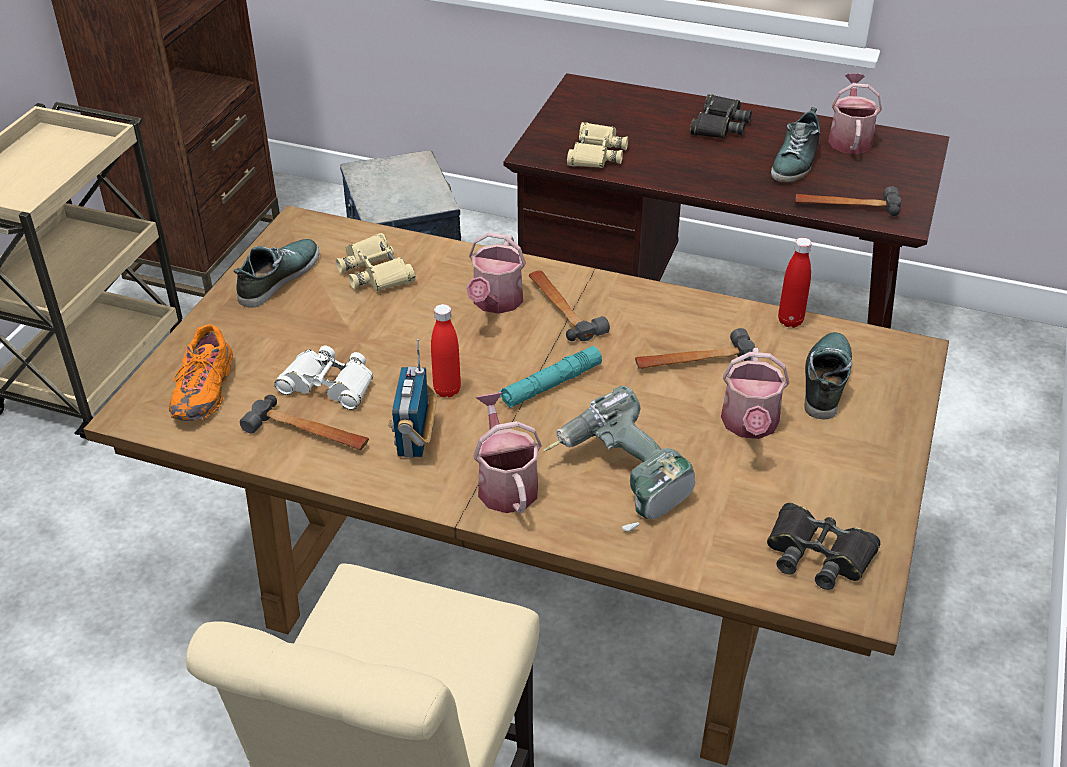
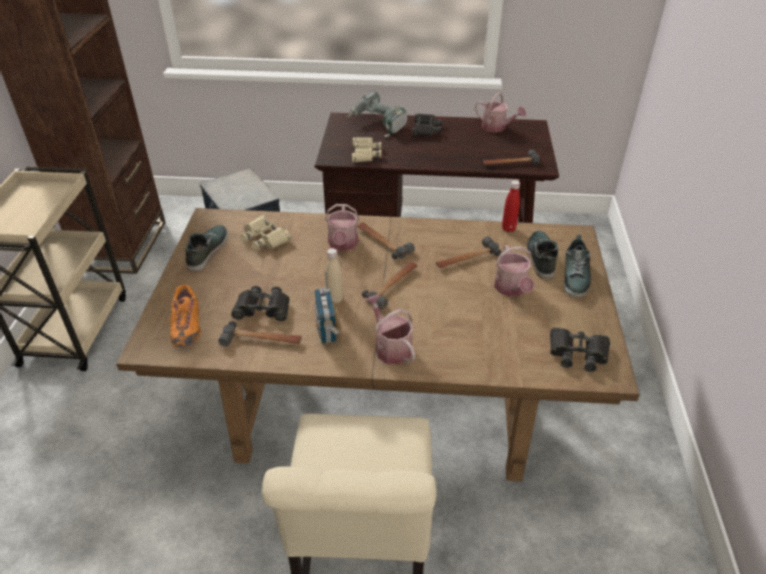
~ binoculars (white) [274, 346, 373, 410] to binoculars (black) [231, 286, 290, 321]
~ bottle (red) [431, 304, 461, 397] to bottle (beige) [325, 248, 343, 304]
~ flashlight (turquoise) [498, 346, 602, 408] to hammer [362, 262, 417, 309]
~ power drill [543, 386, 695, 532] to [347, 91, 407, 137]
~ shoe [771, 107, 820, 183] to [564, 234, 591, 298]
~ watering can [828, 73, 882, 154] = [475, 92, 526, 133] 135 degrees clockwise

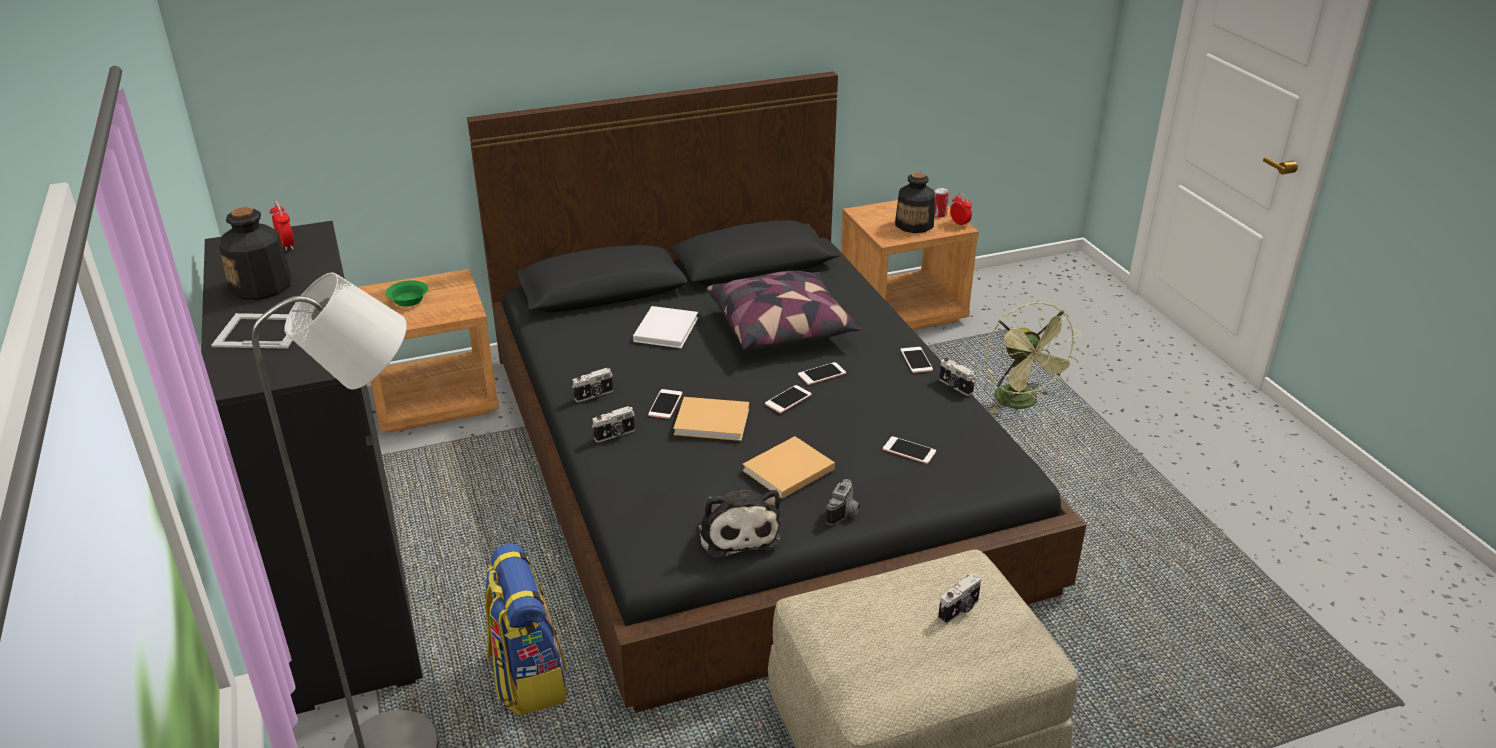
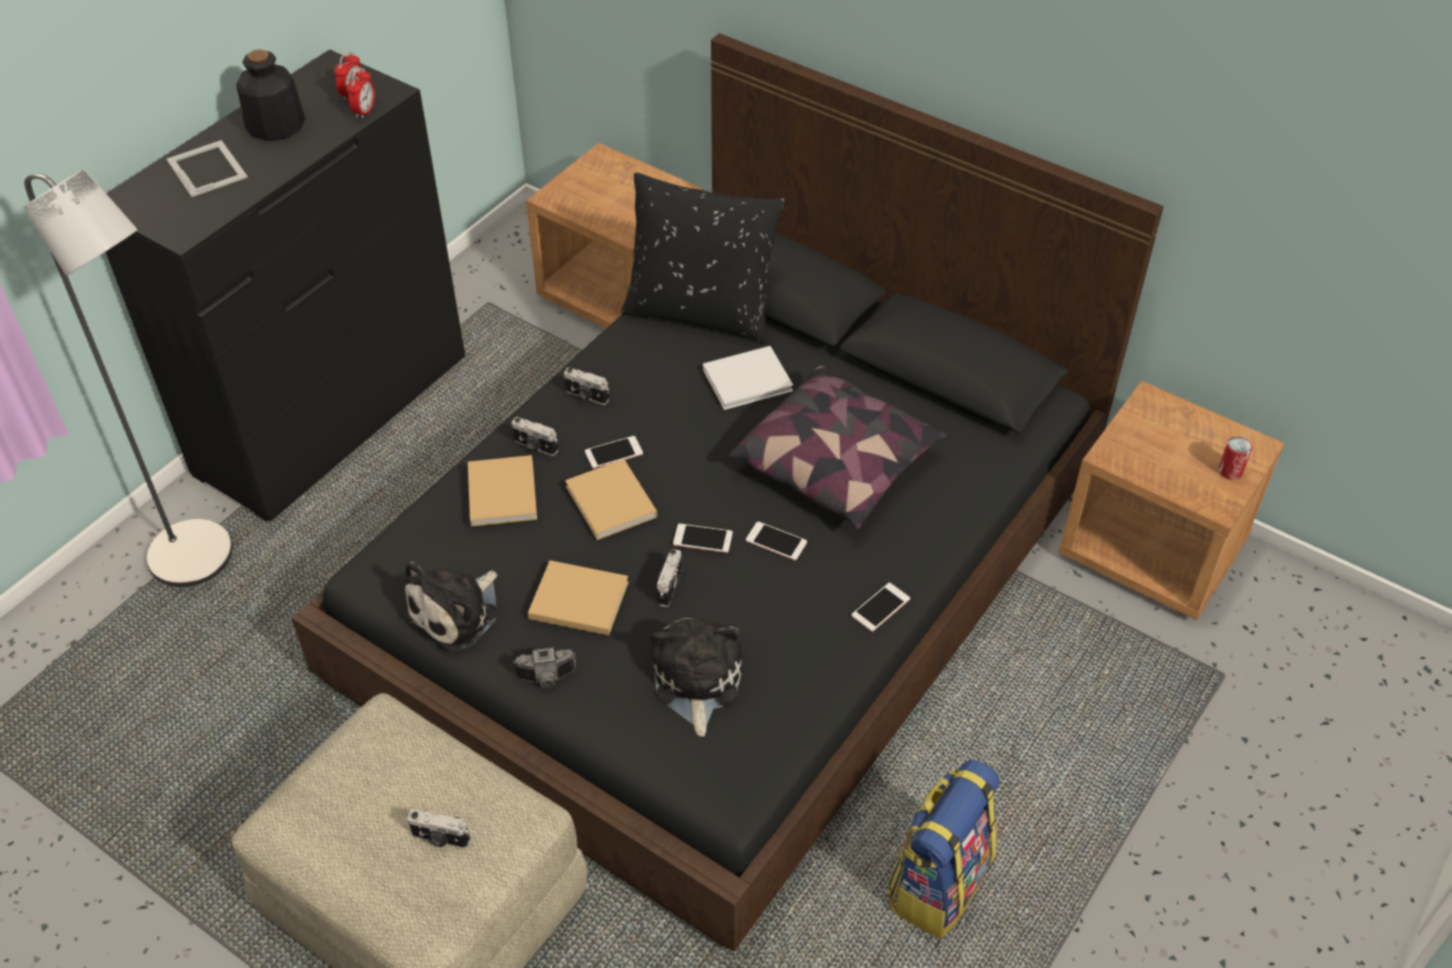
- bowl (green) [386, 280, 428, 307]
~ backpack [485, 543, 567, 716] to [888, 759, 999, 939]
~ phone [883, 436, 936, 464] to plush toy [651, 618, 742, 737]
- bottle [895, 172, 935, 233]
~ photo camera [939, 357, 975, 396] to [656, 549, 682, 607]
~ alarm clock [950, 193, 972, 227] to [347, 67, 375, 119]
- fan (green) [985, 302, 1081, 413]
+ book (beige) [468, 455, 537, 527]
+ pillow (black) [621, 173, 785, 344]

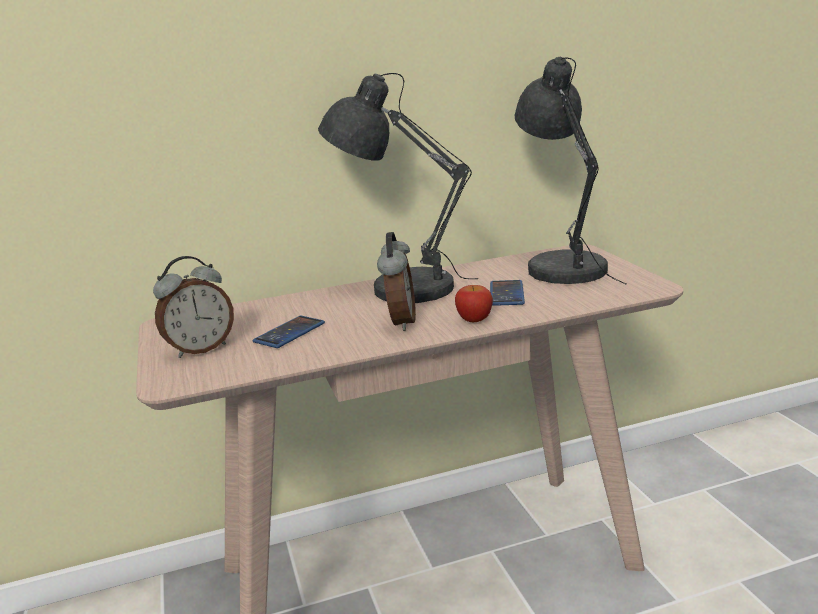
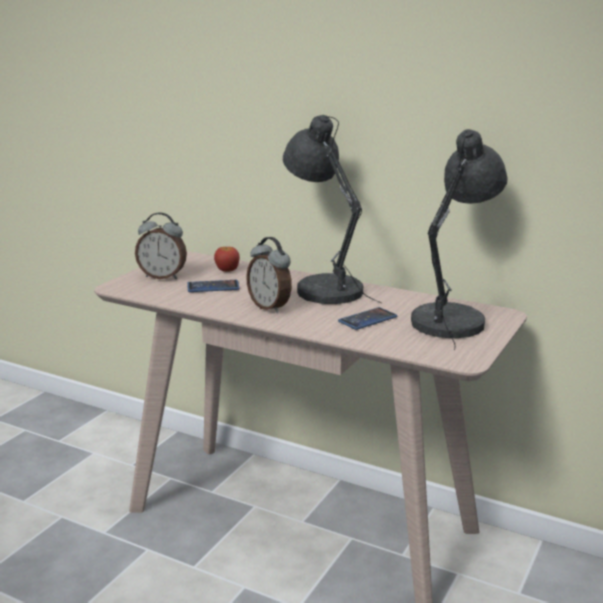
~ alarm clock [377, 232, 416, 331] = [246, 237, 292, 313] 90 degrees clockwise
~ apple [455, 285, 493, 322] to [214, 247, 240, 272]

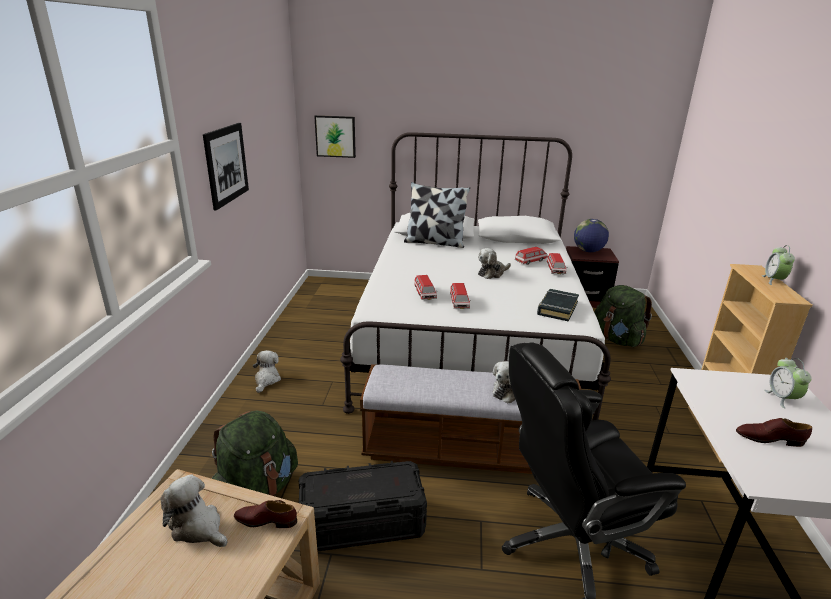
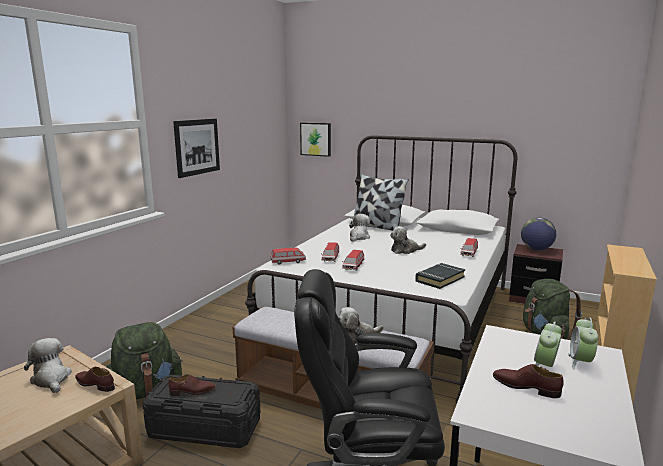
~ plush toy [253, 350, 281, 393] to [349, 214, 370, 242]
~ toy car [515, 247, 548, 265] to [271, 248, 306, 265]
~ alarm clock [762, 245, 795, 285] to [534, 321, 562, 367]
+ shoe (brown) [168, 374, 215, 396]

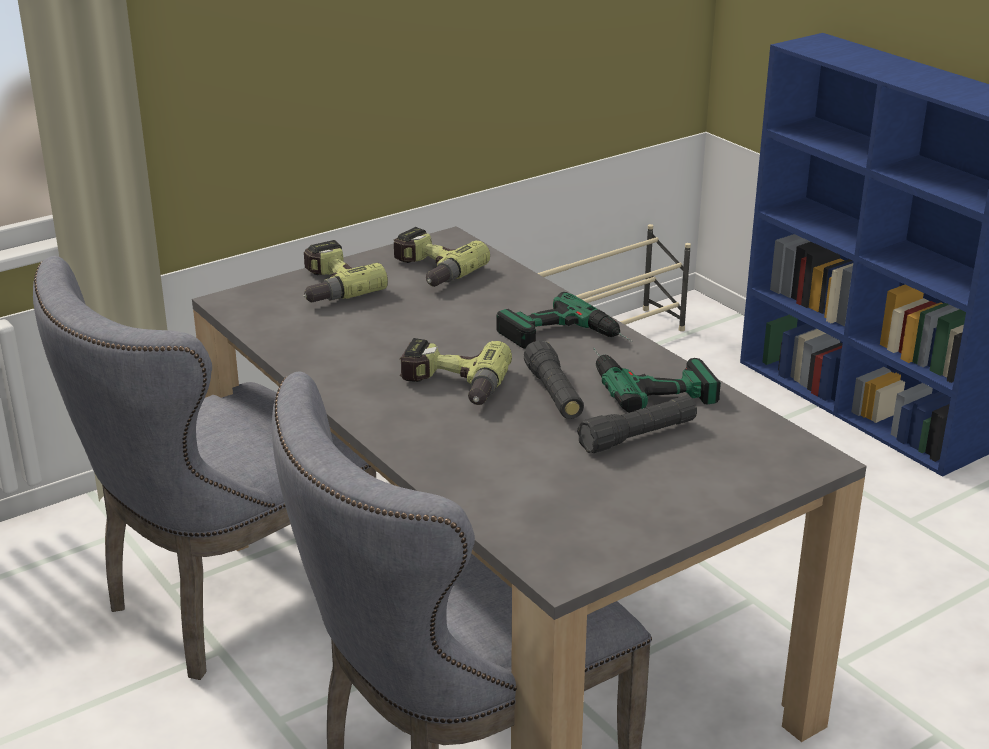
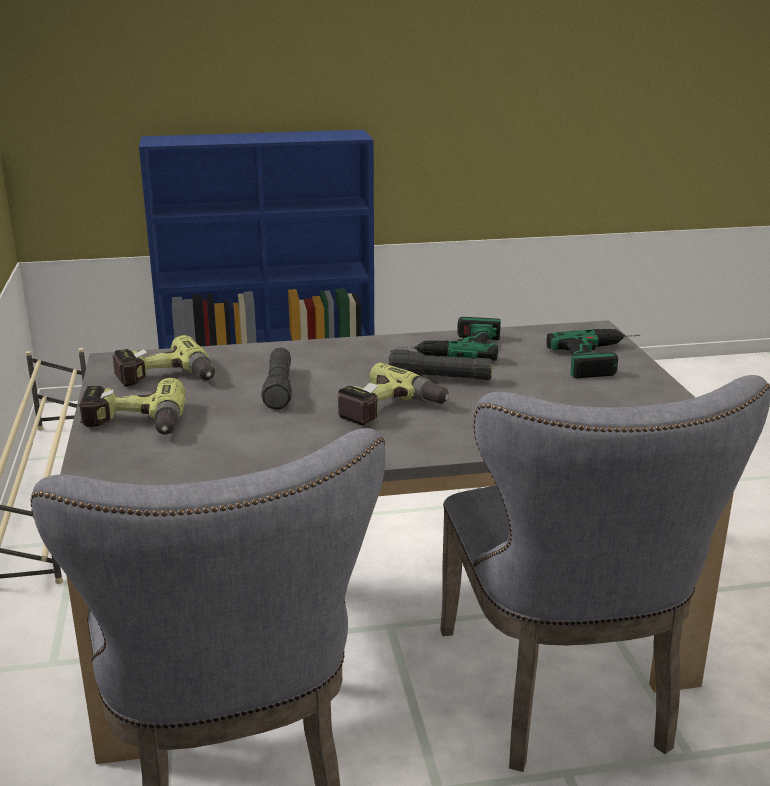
~ power drill [496, 292, 633, 349] to [547, 329, 641, 378]
~ flashlight (black) [577, 395, 697, 453] to [261, 347, 292, 409]

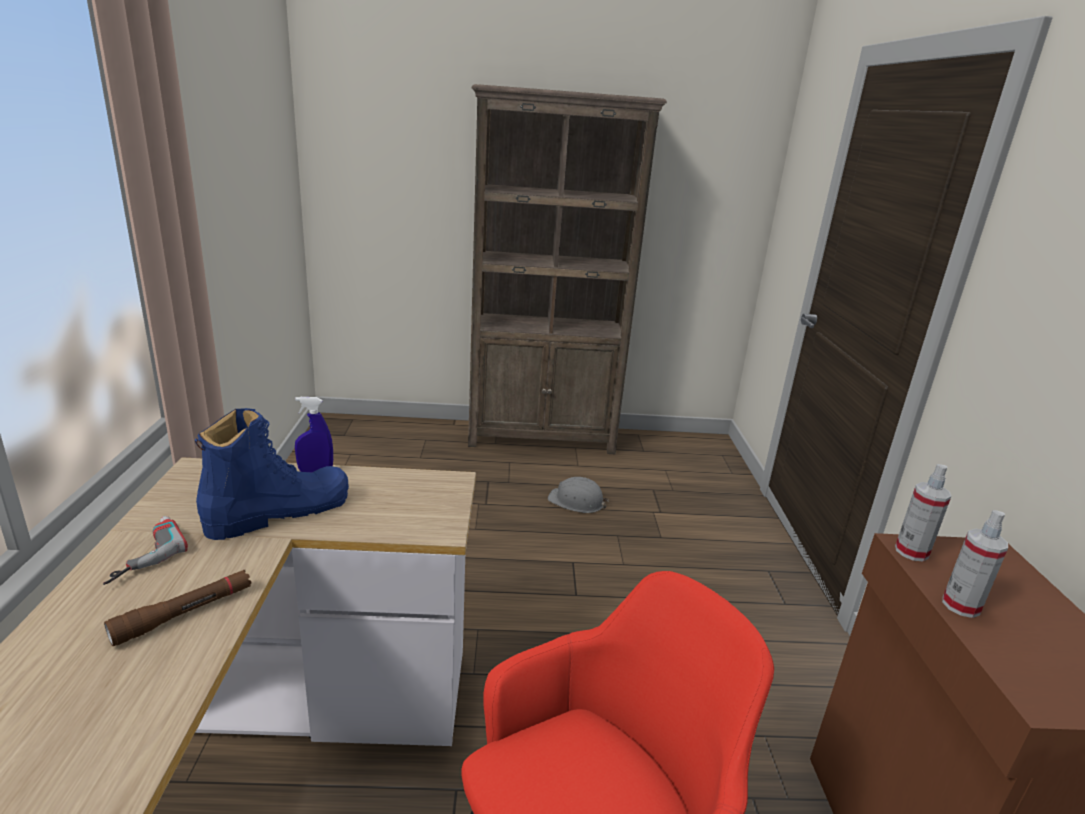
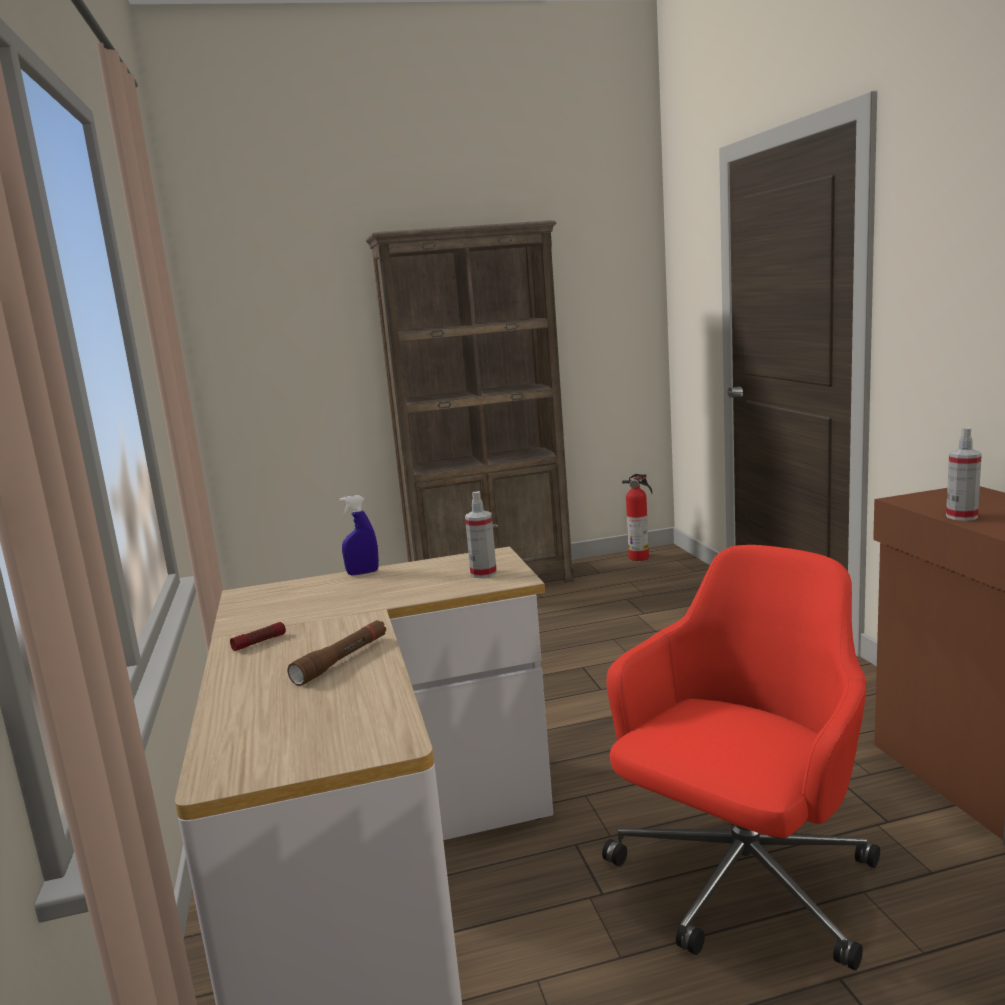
~ power drill [103, 516, 188, 585] to flashlight [230, 622, 286, 651]
- boot (blue) [194, 408, 349, 540]
- hard hat (grey) [548, 477, 609, 513]
~ spray bottle [895, 464, 951, 562] to [465, 491, 497, 578]
+ fire extinguisher [622, 474, 653, 561]

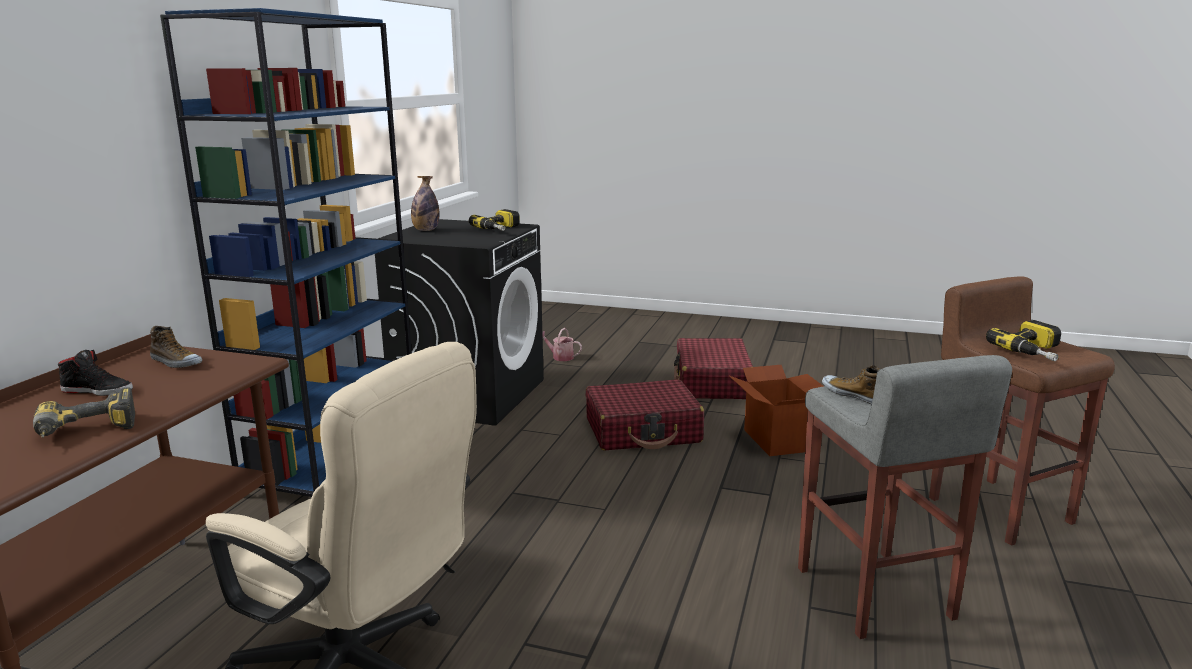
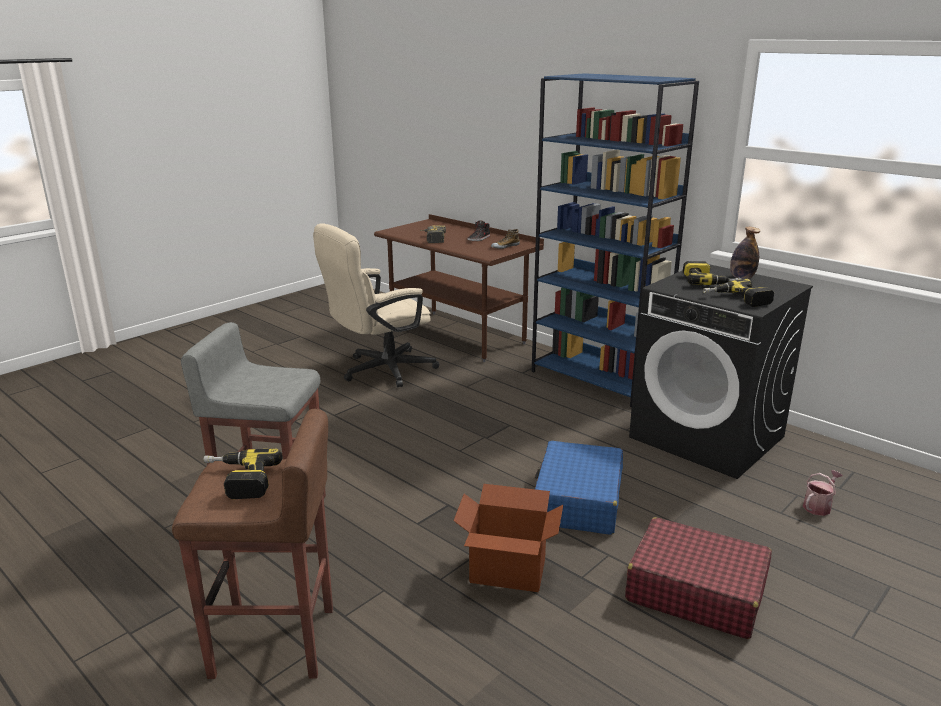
~ suitcase (red) [586, 380, 704, 451] to suitcase (blue) [535, 441, 623, 535]
- shoe [822, 365, 880, 405]
+ power drill [683, 261, 742, 285]

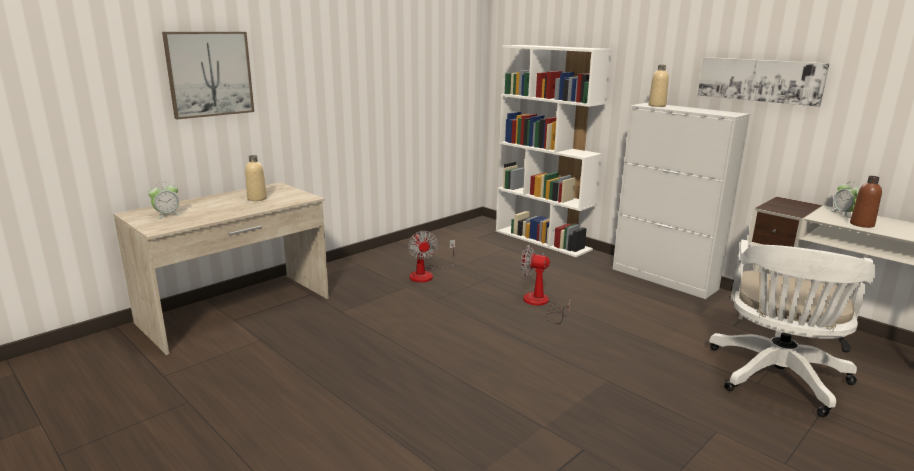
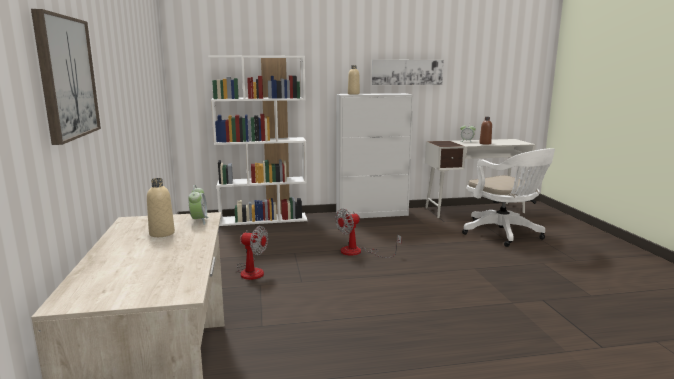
~ alarm clock [148, 182, 181, 219] to [188, 185, 208, 225]

